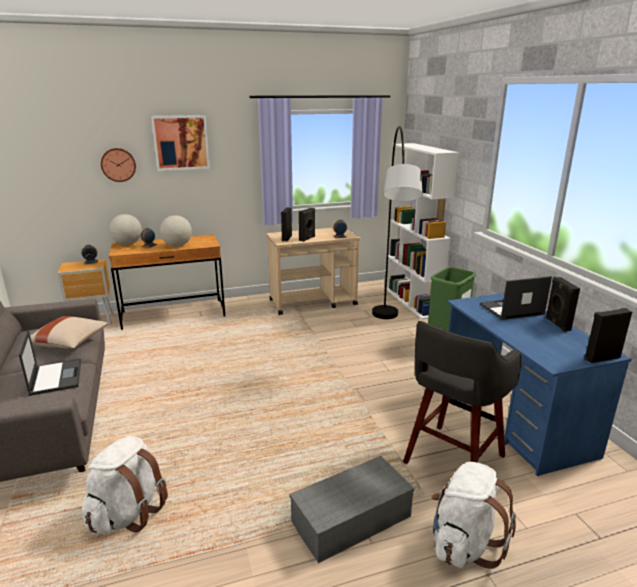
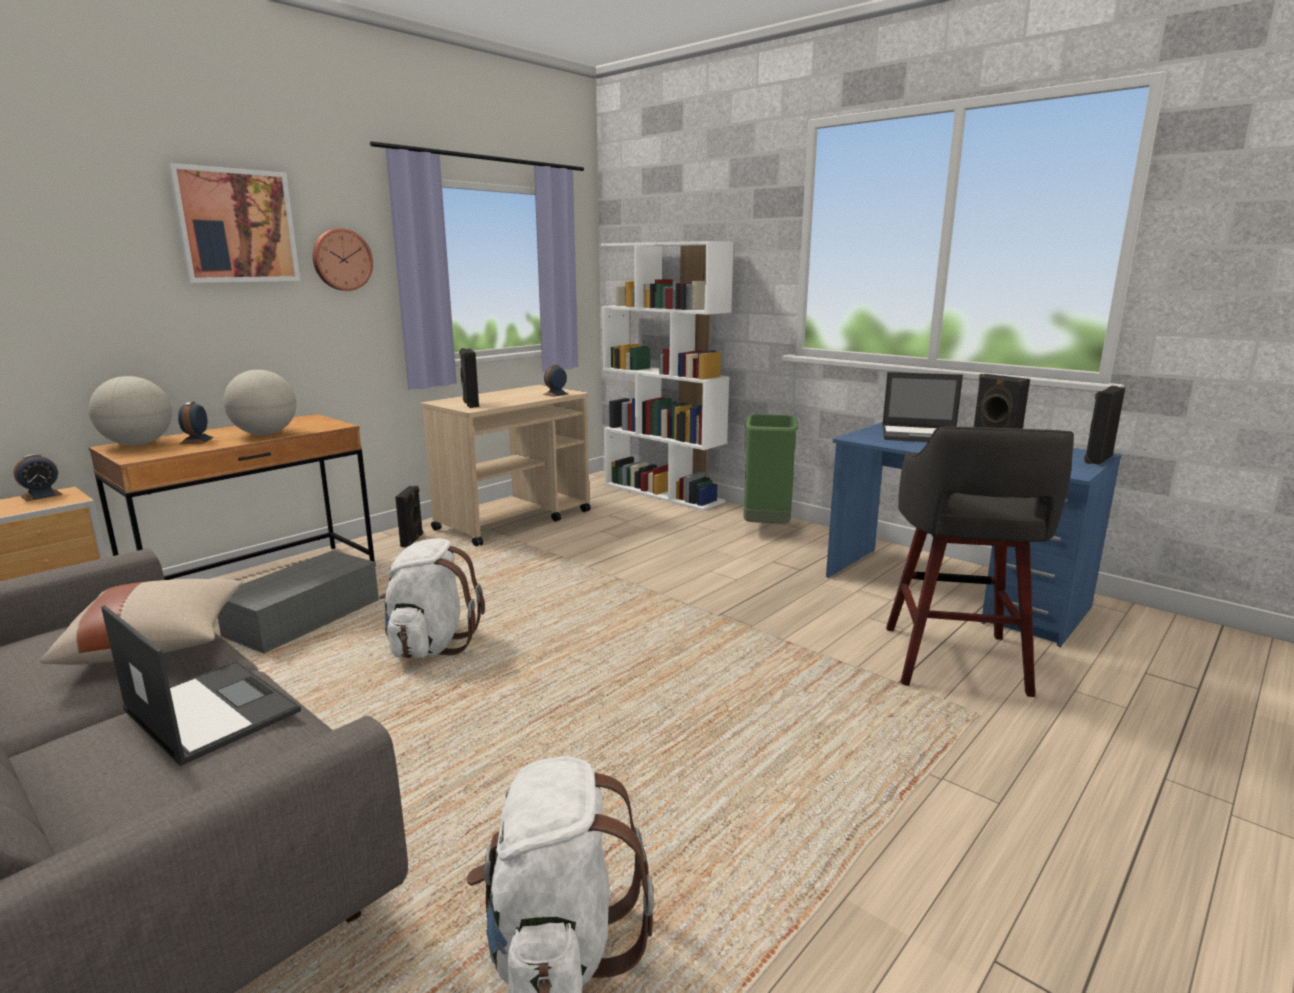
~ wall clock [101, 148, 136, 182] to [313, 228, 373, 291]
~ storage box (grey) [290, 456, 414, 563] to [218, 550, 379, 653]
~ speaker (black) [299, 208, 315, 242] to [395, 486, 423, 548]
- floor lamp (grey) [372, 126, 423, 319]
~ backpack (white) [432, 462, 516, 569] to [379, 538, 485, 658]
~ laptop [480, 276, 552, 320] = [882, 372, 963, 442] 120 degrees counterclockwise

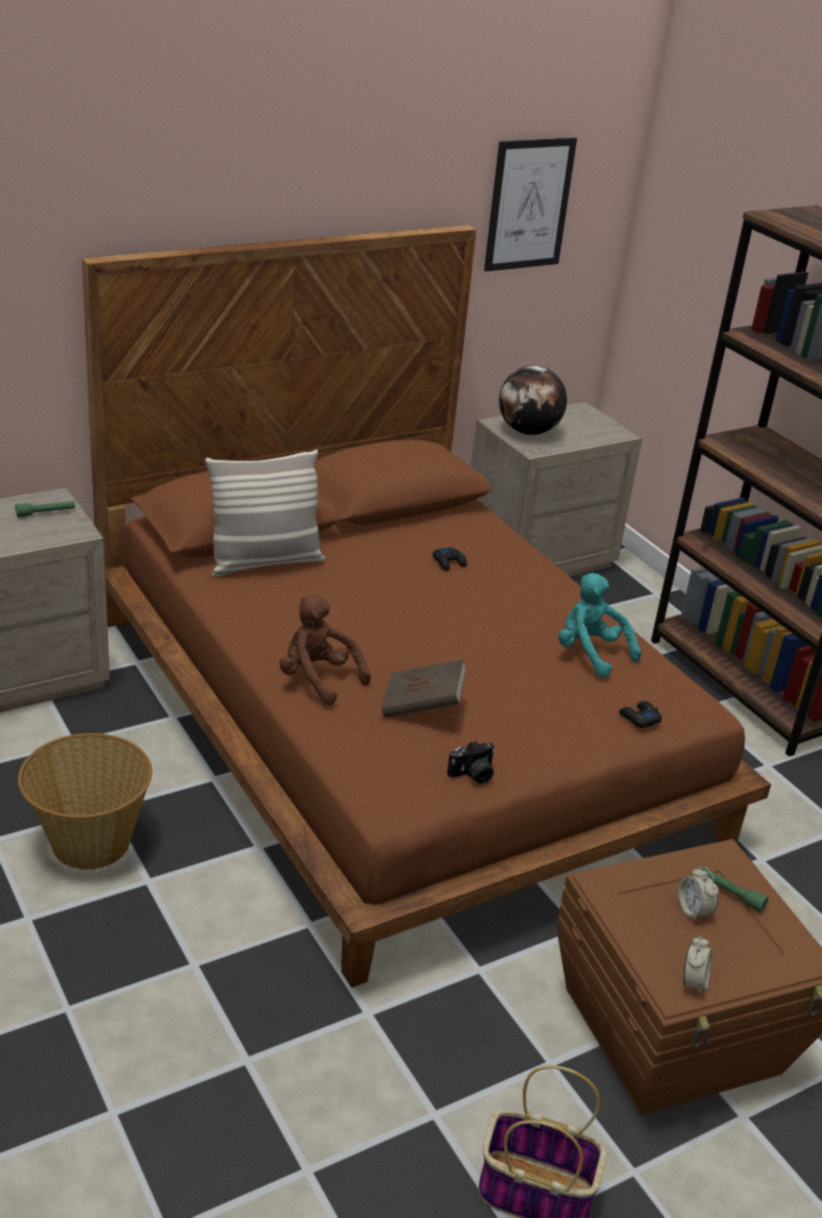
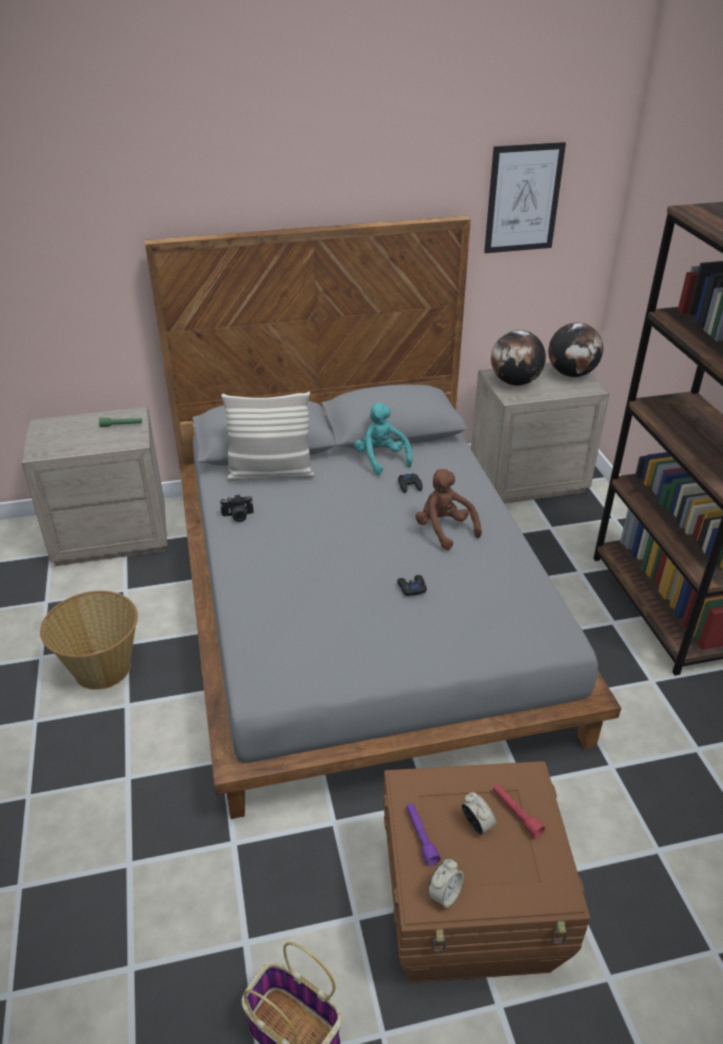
~ bed (brown) [82, 225, 771, 988] to bed (grey) [145, 216, 621, 819]
~ plush toy (brown) [279, 595, 371, 706] to [415, 469, 482, 550]
- book (brown) [381, 659, 467, 718]
~ photo camera [447, 741, 495, 784] to [220, 494, 253, 522]
~ plush toy (turquoise) [558, 573, 641, 678] to [354, 403, 412, 475]
~ game controller (black) [619, 701, 662, 728] to [397, 575, 427, 596]
~ alarm clock [678, 867, 719, 922] = [462, 793, 497, 835] 150 degrees clockwise
~ flashlight (green) [698, 866, 768, 913] to flashlight (red) [493, 784, 545, 838]
+ flashlight (purple) [406, 803, 441, 866]
+ globe [548, 323, 603, 377]

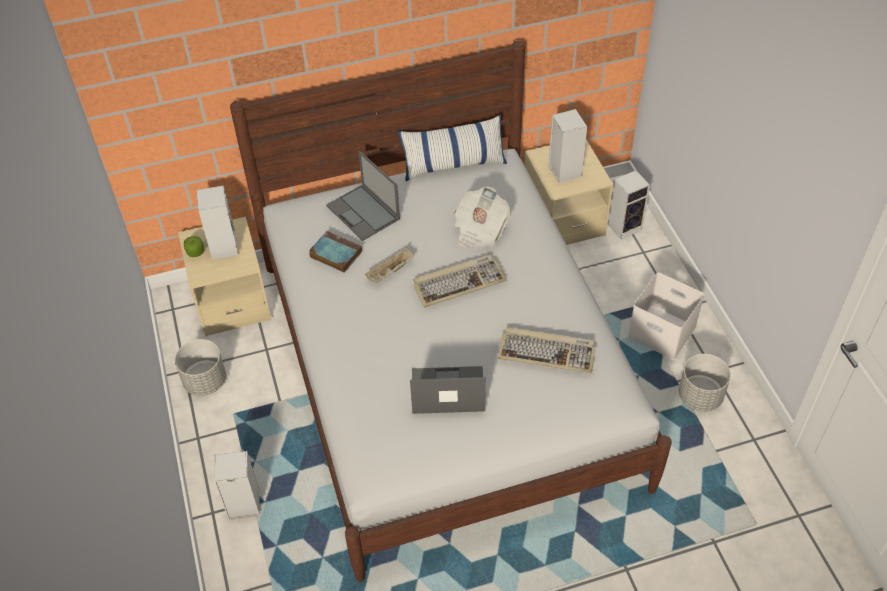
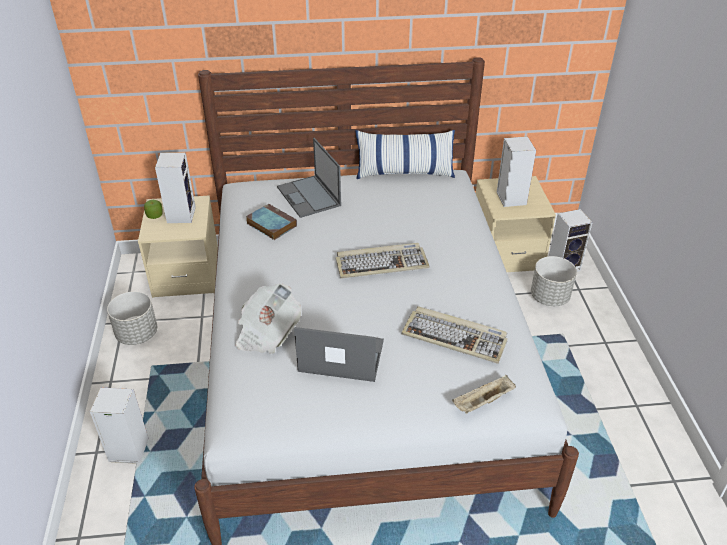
~ tray (beige) [365, 247, 414, 283] to [452, 375, 516, 414]
~ newspaper [455, 187, 510, 248] to [236, 284, 301, 354]
- storage box (white) [628, 272, 704, 360]
~ planter (grey) [679, 354, 731, 412] to [531, 256, 577, 306]

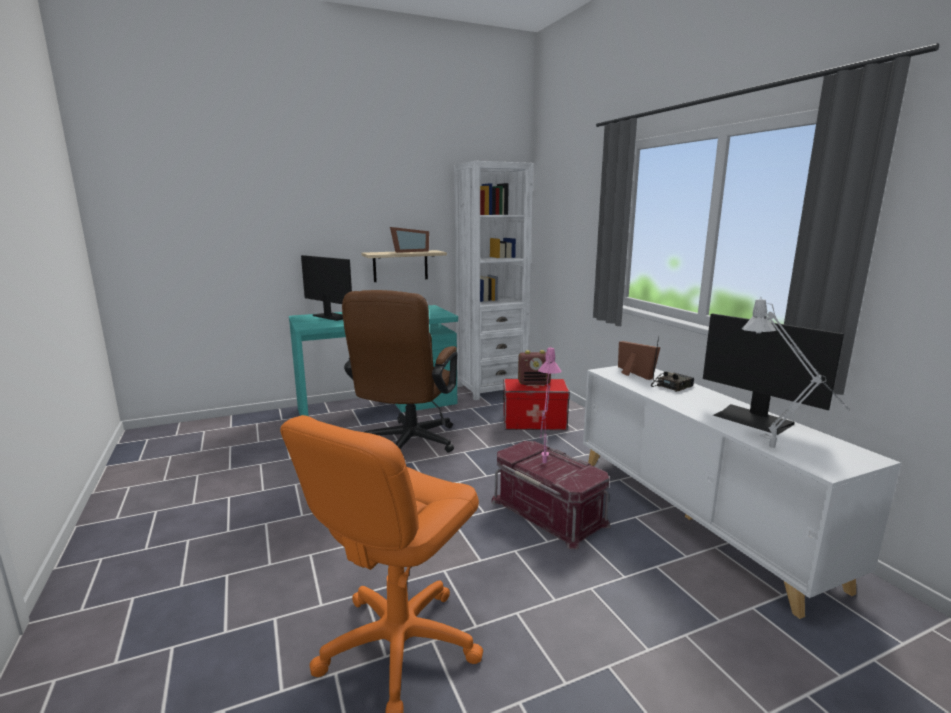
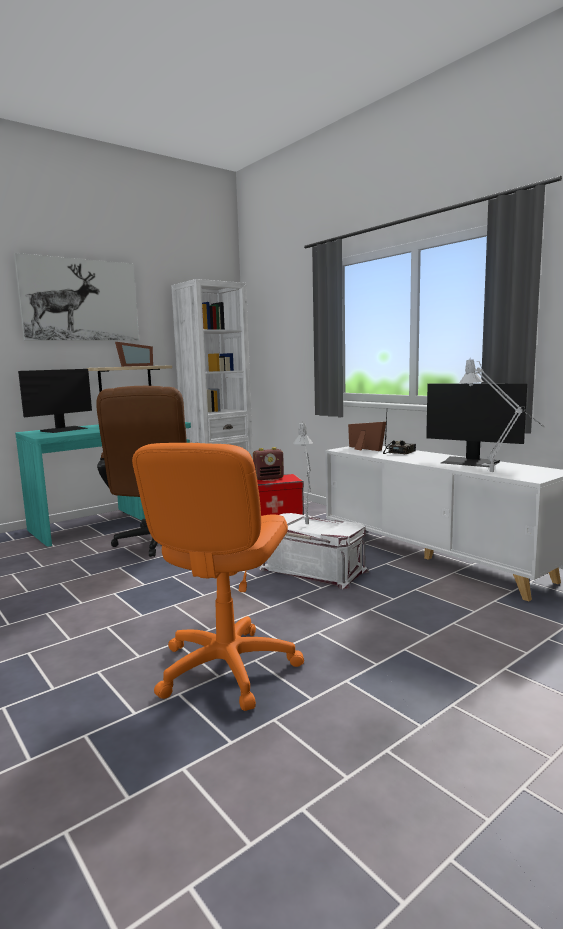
~ monitor [301, 255, 352, 321] = [18, 369, 92, 433] 105 degrees clockwise
~ storage box (red) [491, 441, 611, 549] to storage box (white) [260, 513, 369, 589]
~ table lamp (pink) [538, 348, 562, 463] to table lamp (grey) [293, 421, 313, 524]
+ picture [14, 253, 139, 341]

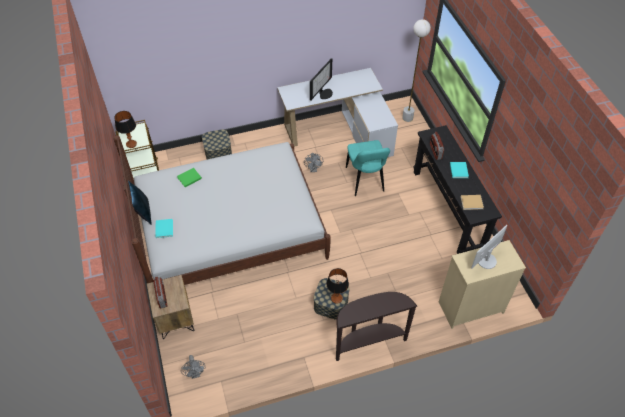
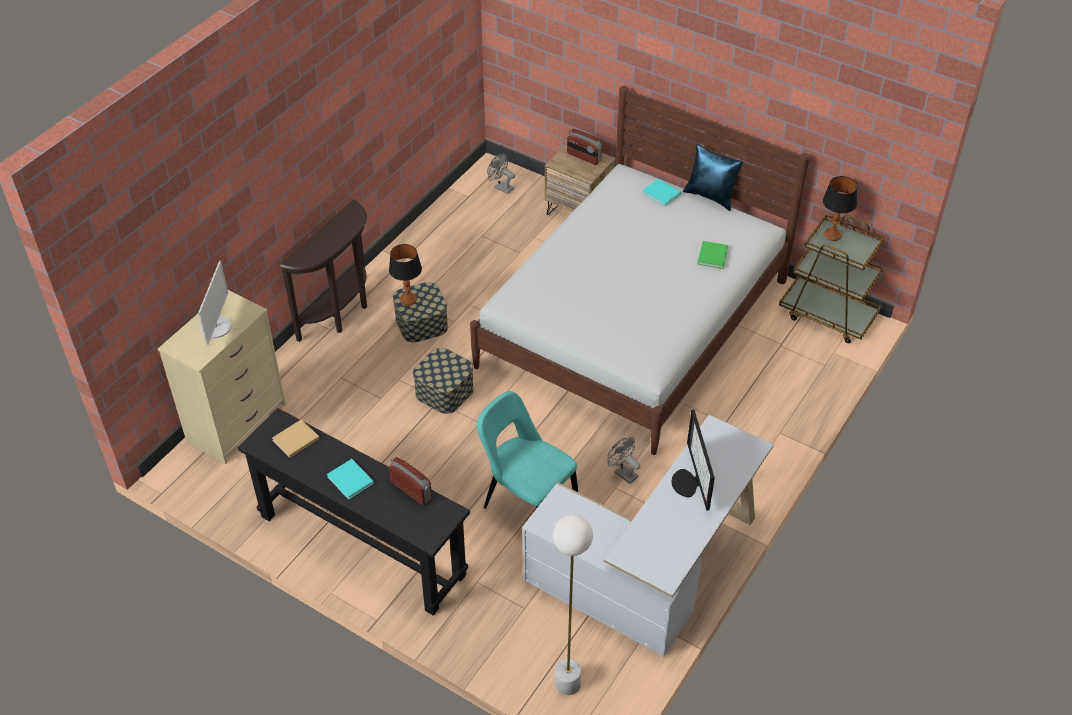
~ storage box [202, 129, 232, 160] to [413, 348, 474, 414]

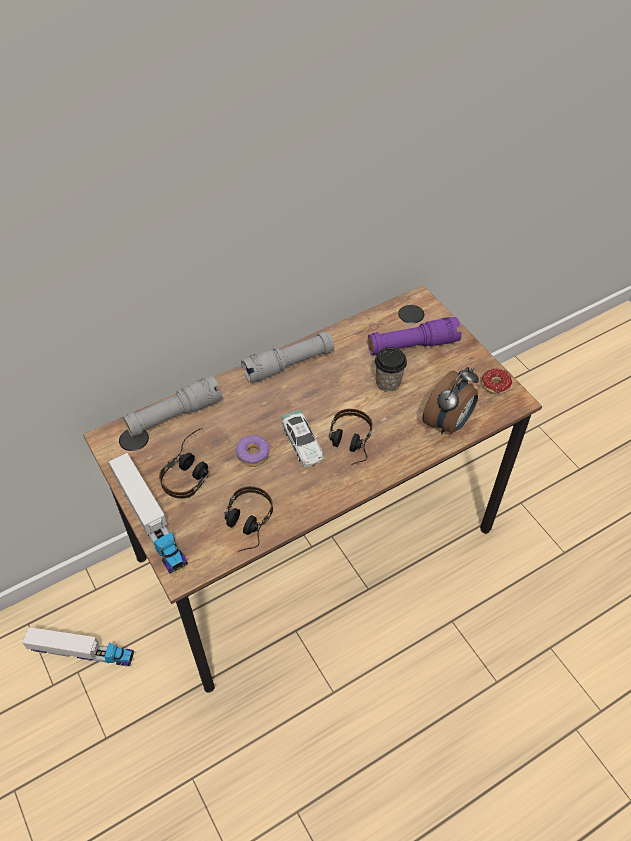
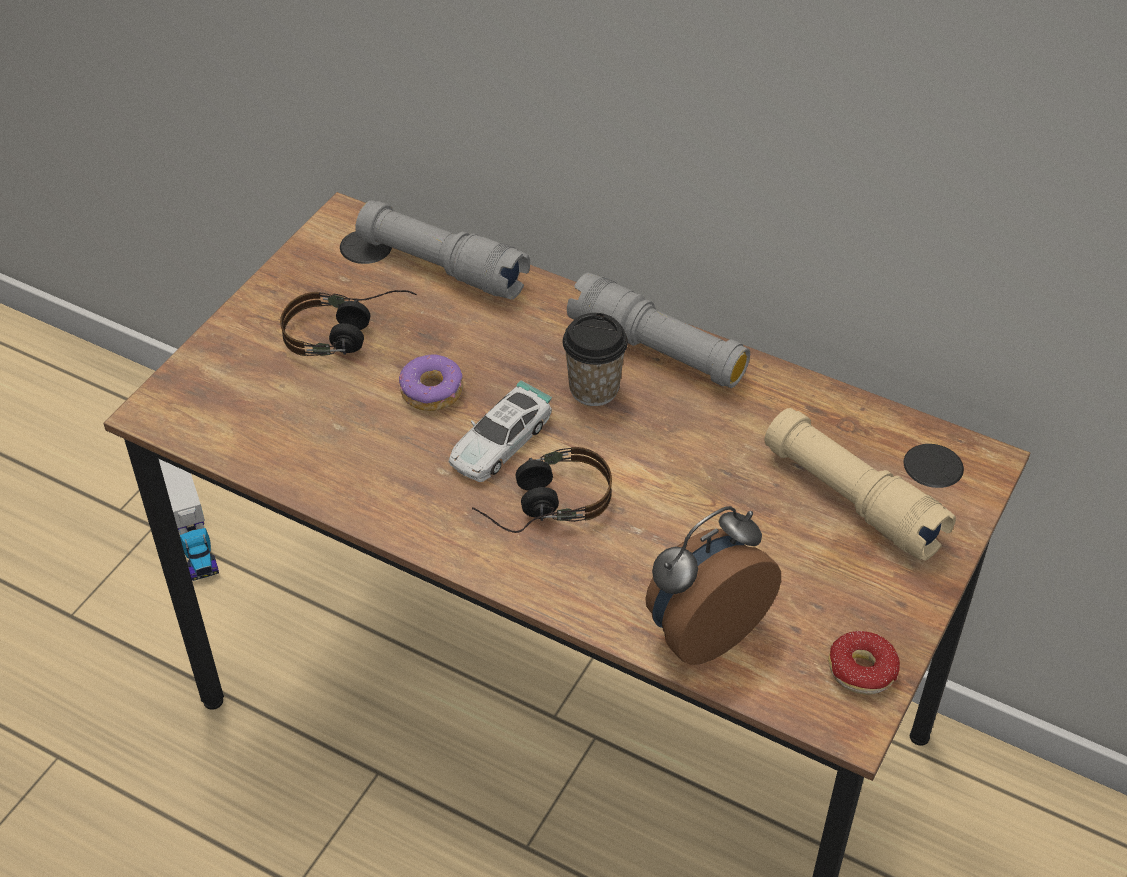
- toy truck [109, 453, 188, 574]
- headphones [224, 486, 273, 552]
~ flashlight (purple) [368, 317, 462, 355] to flashlight (beige) [764, 408, 956, 561]
~ cup [375, 347, 407, 392] to [563, 313, 628, 406]
~ alarm clock [422, 367, 479, 434] = [645, 506, 781, 665] 135 degrees clockwise

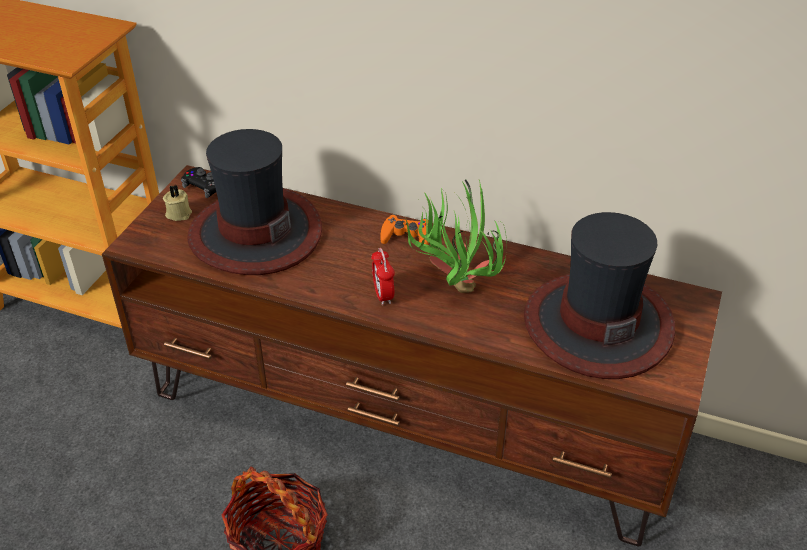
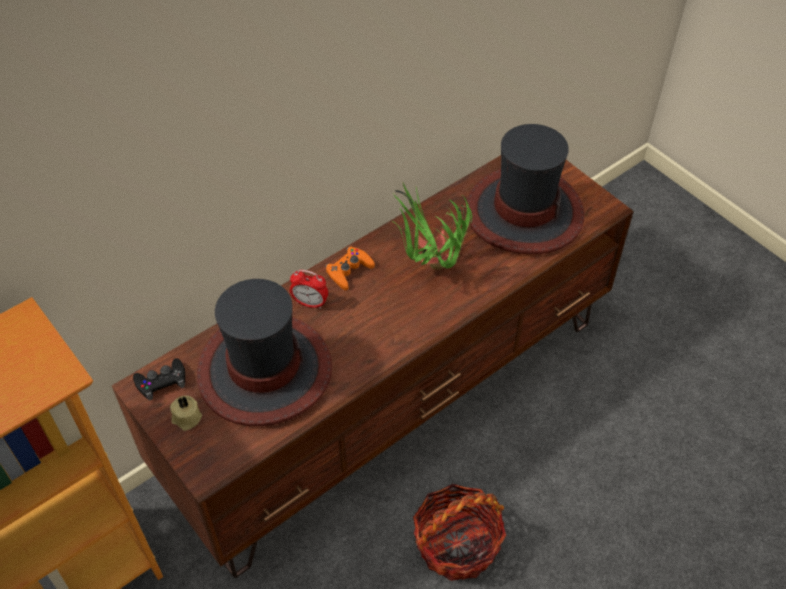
~ alarm clock [371, 248, 395, 305] to [290, 270, 328, 309]

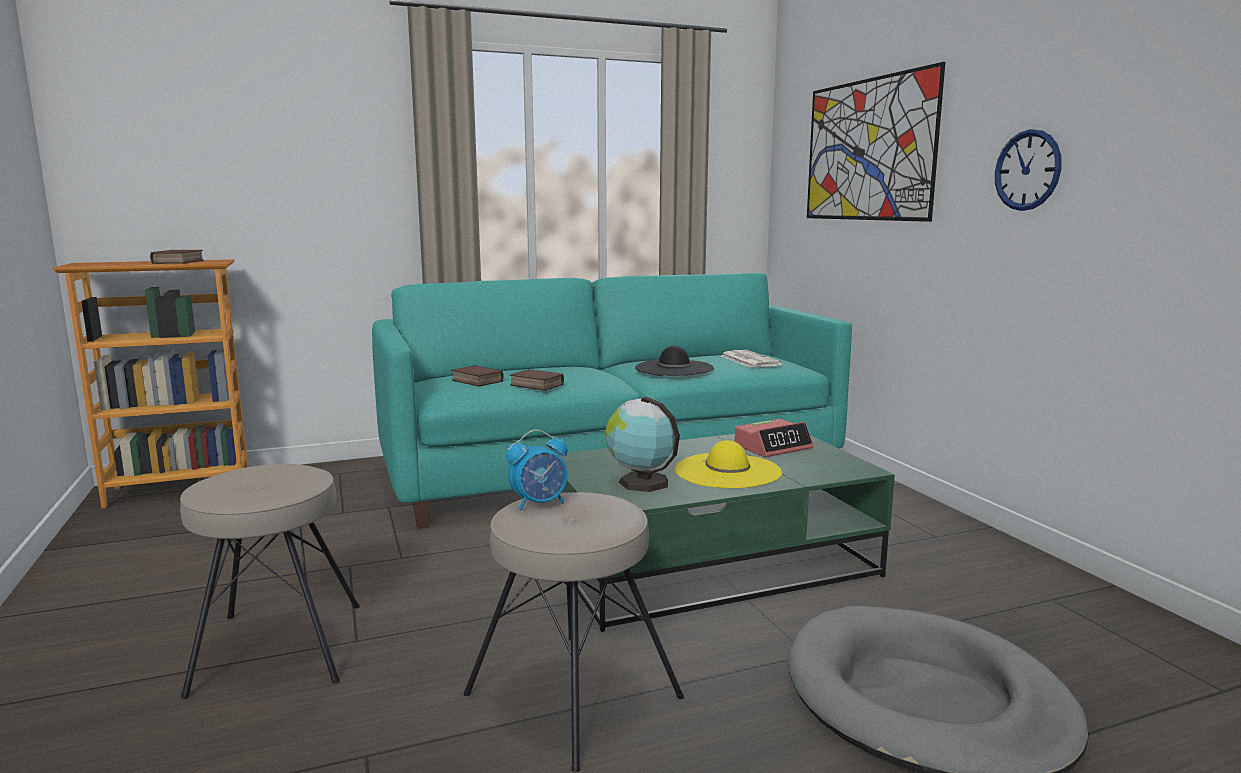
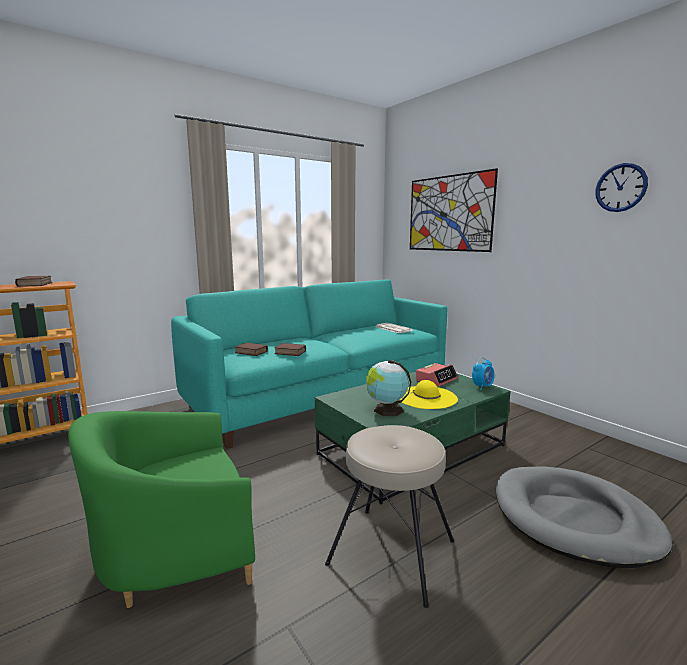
~ stool (beige) [180, 464, 360, 699] to armchair (green) [68, 411, 255, 608]
~ alarm clock [506, 430, 567, 511] to [472, 357, 495, 390]
- hat (black) [635, 345, 714, 376]
~ wall clock [995, 129, 1061, 211] to [595, 163, 648, 212]

